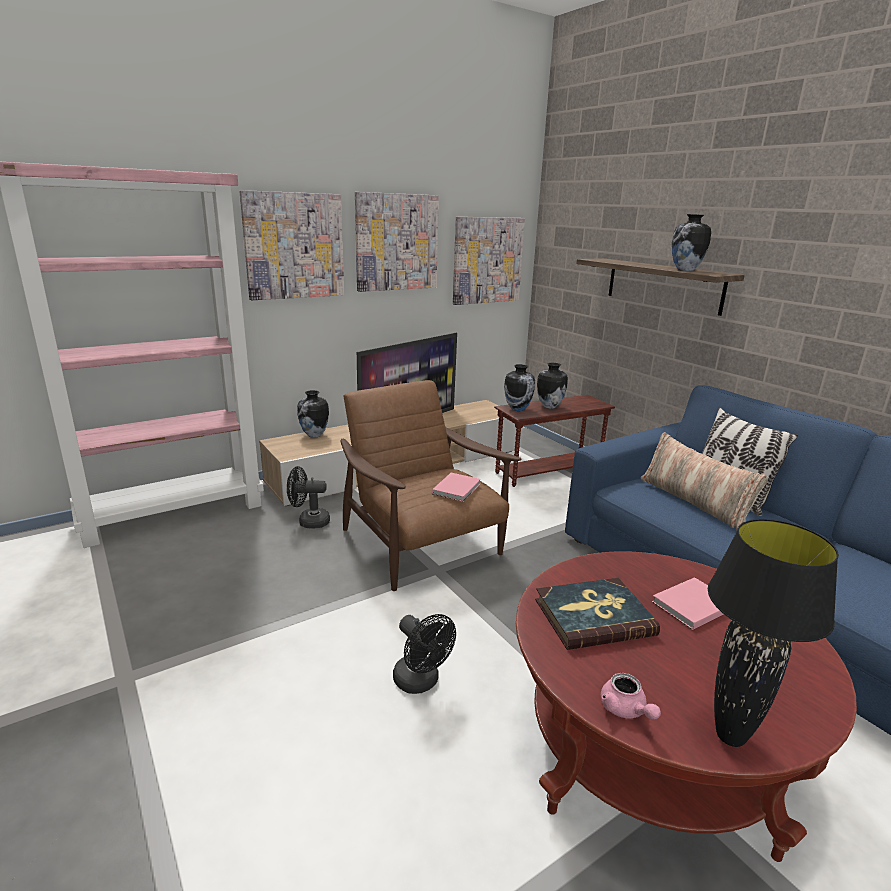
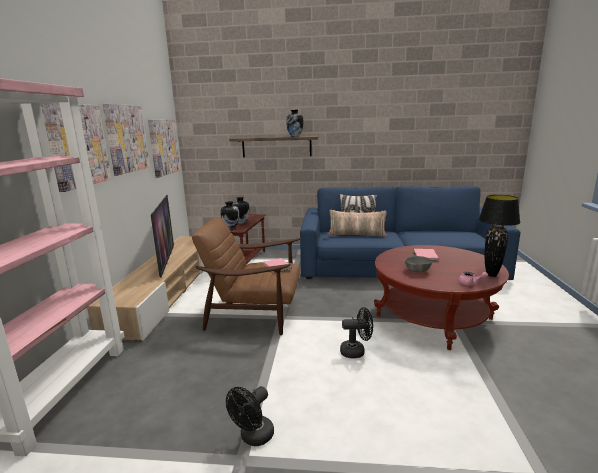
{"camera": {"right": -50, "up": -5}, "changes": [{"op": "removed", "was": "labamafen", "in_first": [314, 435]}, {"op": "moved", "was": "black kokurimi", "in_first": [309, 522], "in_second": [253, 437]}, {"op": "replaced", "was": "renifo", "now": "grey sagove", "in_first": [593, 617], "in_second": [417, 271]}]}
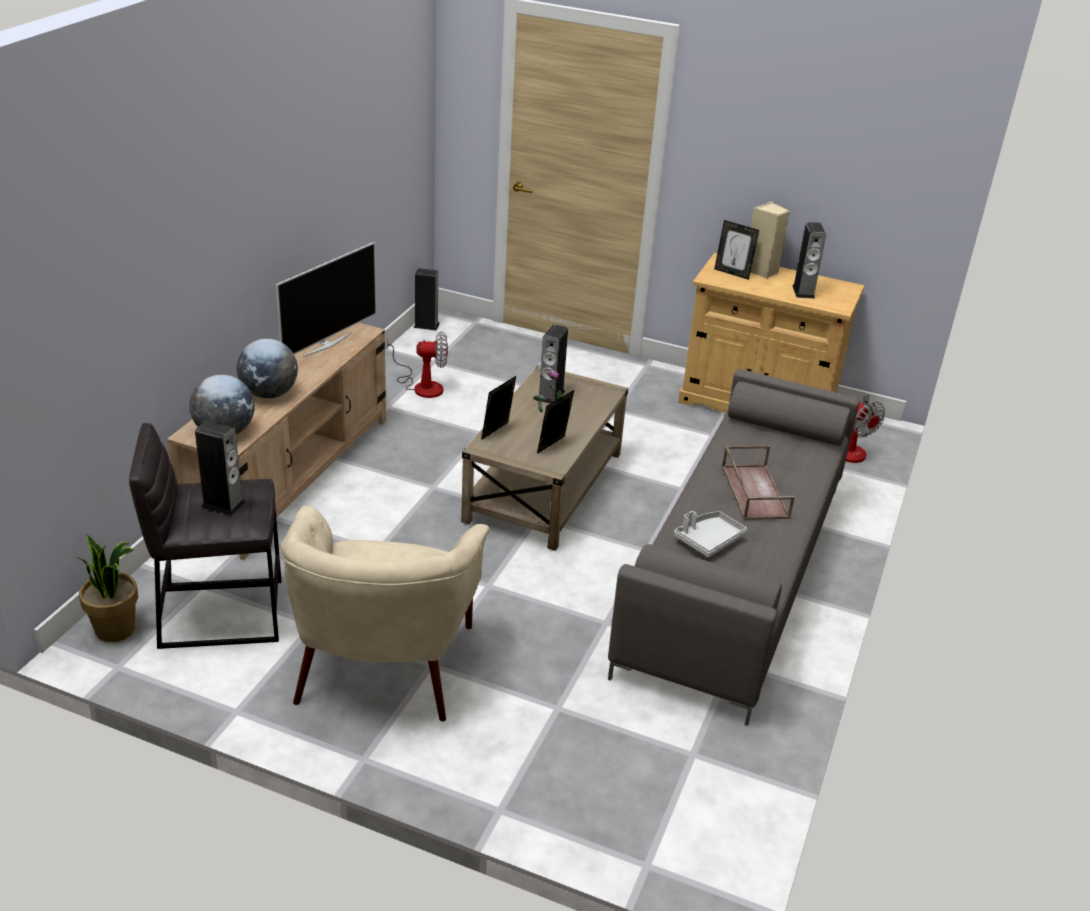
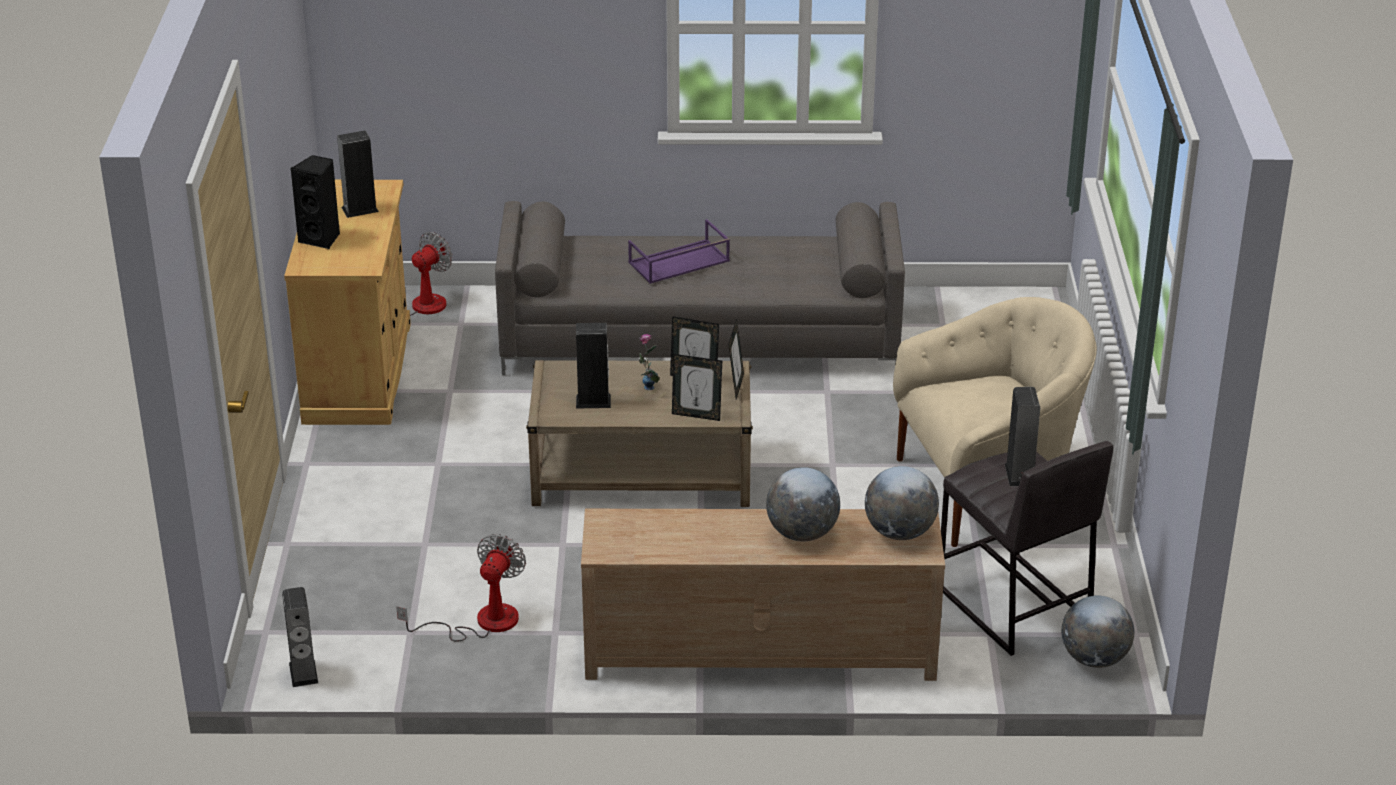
{"camera": {"right": -110, "up": 0}, "changes": [{"op": "removed", "was": "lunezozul", "in_first": [326, 344]}, {"op": "removed", "was": "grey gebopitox", "in_first": [708, 540]}, {"op": "moved", "was": "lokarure", "in_first": [732, 273], "in_second": [736, 386]}, {"op": "replaced", "was": "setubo", "now": "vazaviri", "in_first": [116, 629], "in_second": [1094, 659]}, {"op": "recoloured", "was": "brown gebopitox", "now": "purple gebopitox", "in_first": [753, 491], "in_second": [678, 262]}, {"op": "recoloured", "was": "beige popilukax", "now": "black popilukax", "in_first": [762, 271], "in_second": [321, 239]}, {"op": "turned", "was": "kokurimi", "in_first": [422, 385], "in_second": [482, 622], "clockwise": 45}]}
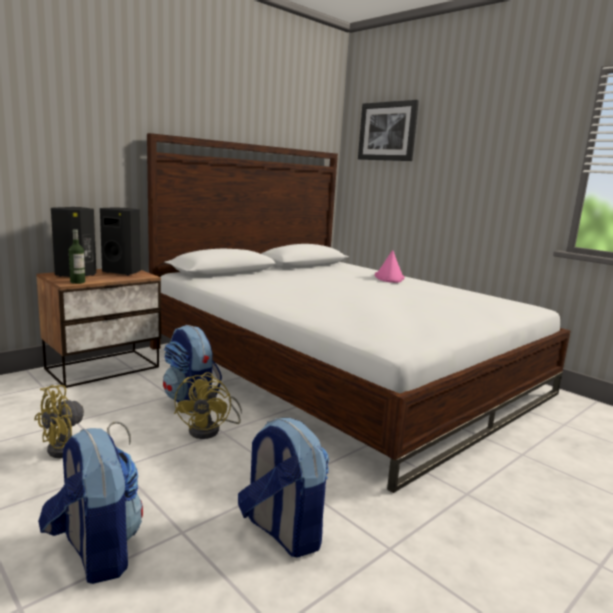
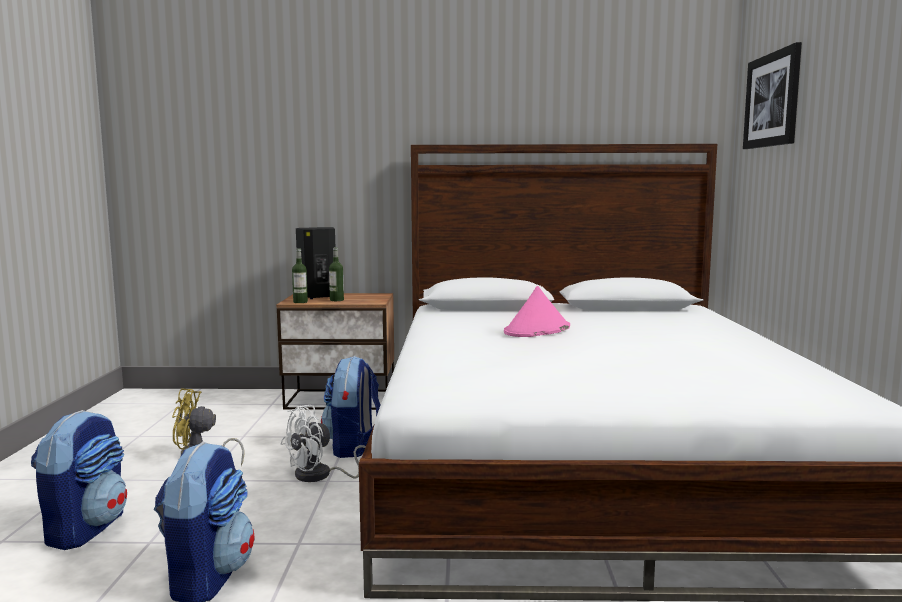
{"camera": {"right": 45, "up": -5}, "changes": [{"op": "removed", "was": "black popilukax", "in_first": [123, 272]}, {"op": "added", "now": "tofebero", "in_second": [336, 300]}, {"op": "moved", "was": "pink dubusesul", "in_first": [389, 277], "in_second": [537, 330]}, {"op": "recoloured", "was": "yellow kokurimi", "now": "white kokurimi", "in_first": [210, 430], "in_second": [321, 476]}]}
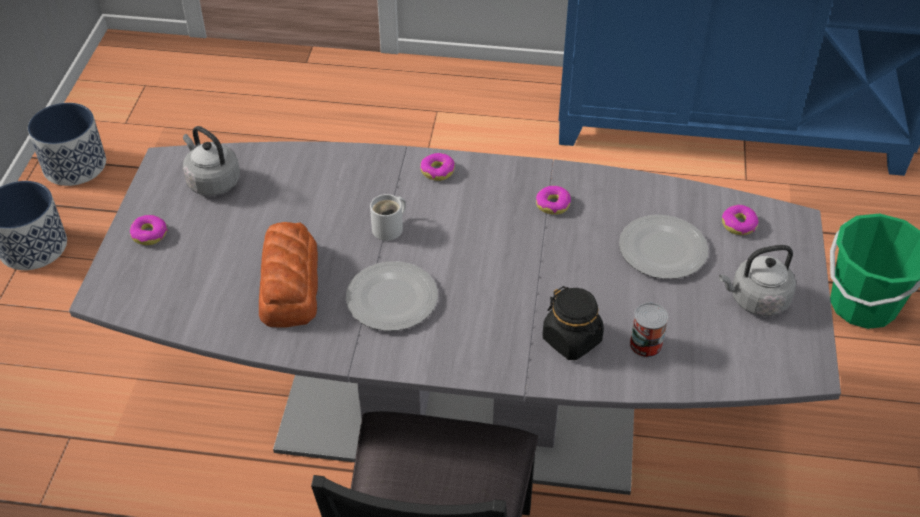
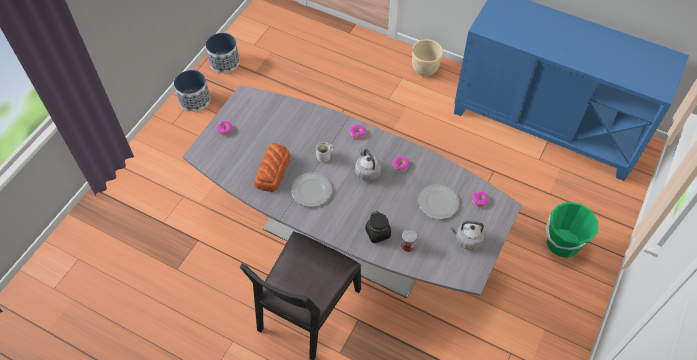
{"camera": {"right": 20, "up": 10}, "changes": [{"op": "added", "now": "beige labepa", "in_second": [425, 69]}, {"op": "moved", "was": "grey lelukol", "in_first": [212, 181], "in_second": [367, 171]}]}
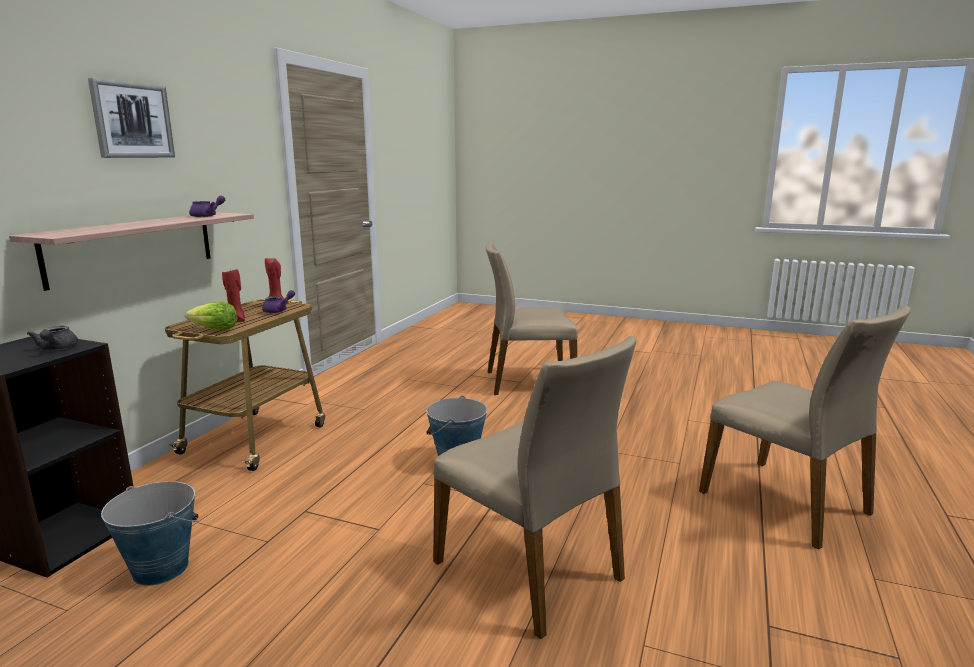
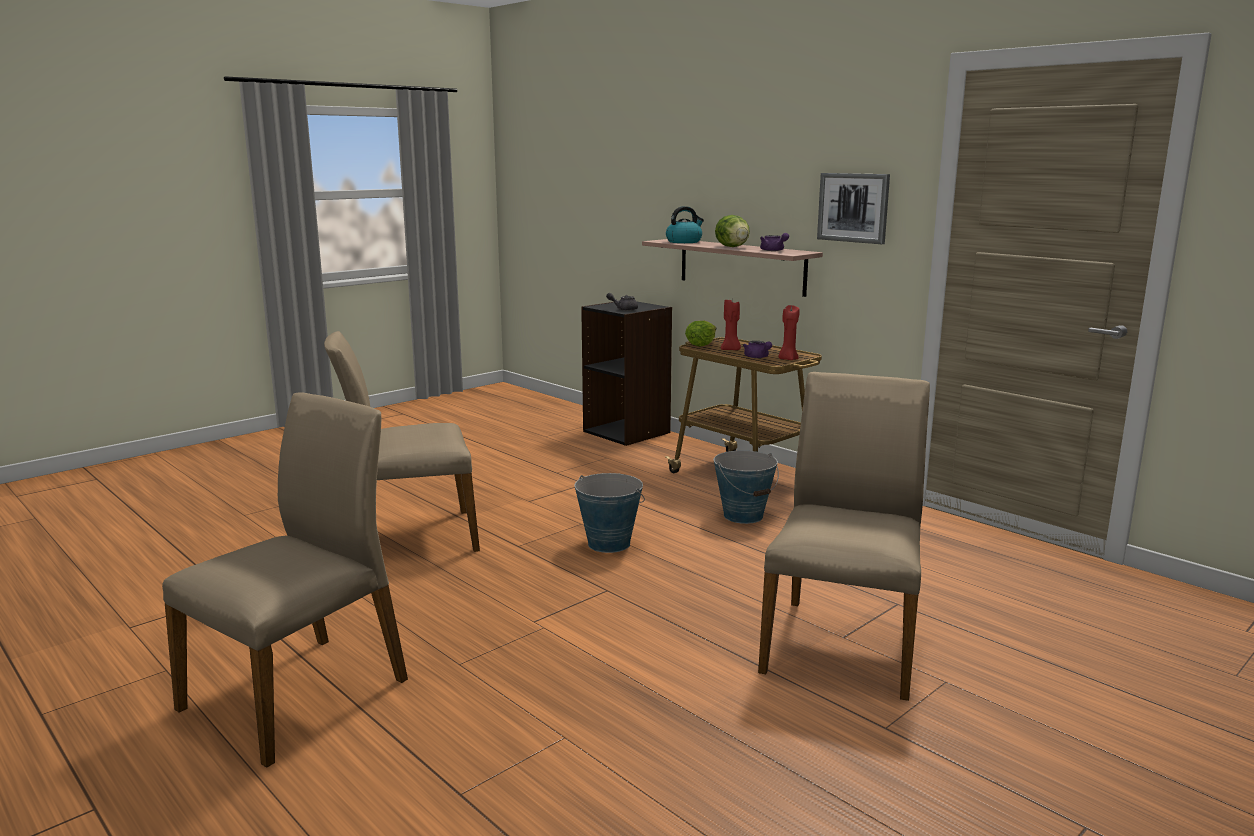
{"camera": {"right": 115, "up": 0}, "changes": [{"op": "added", "now": "lelukol", "in_second": [684, 241]}, {"op": "added", "now": "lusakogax", "in_second": [732, 247]}, {"op": "moved", "was": "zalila", "in_first": [132, 120], "in_second": [853, 207]}, {"op": "moved", "was": "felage", "in_first": [160, 568], "in_second": [743, 516]}, {"op": "turned", "was": "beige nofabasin", "in_first": [786, 502], "in_second": [299, 693], "clockwise": 135}]}
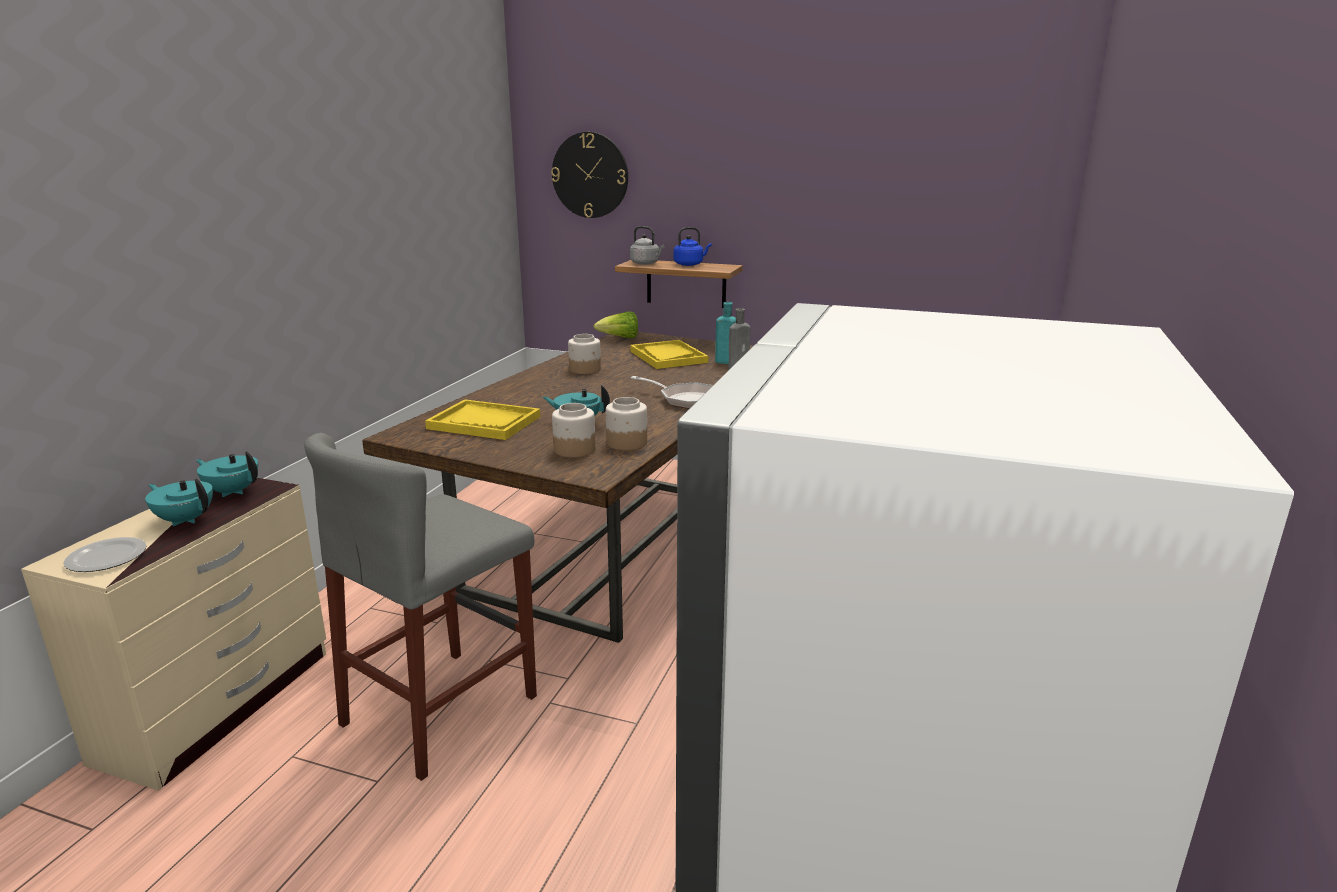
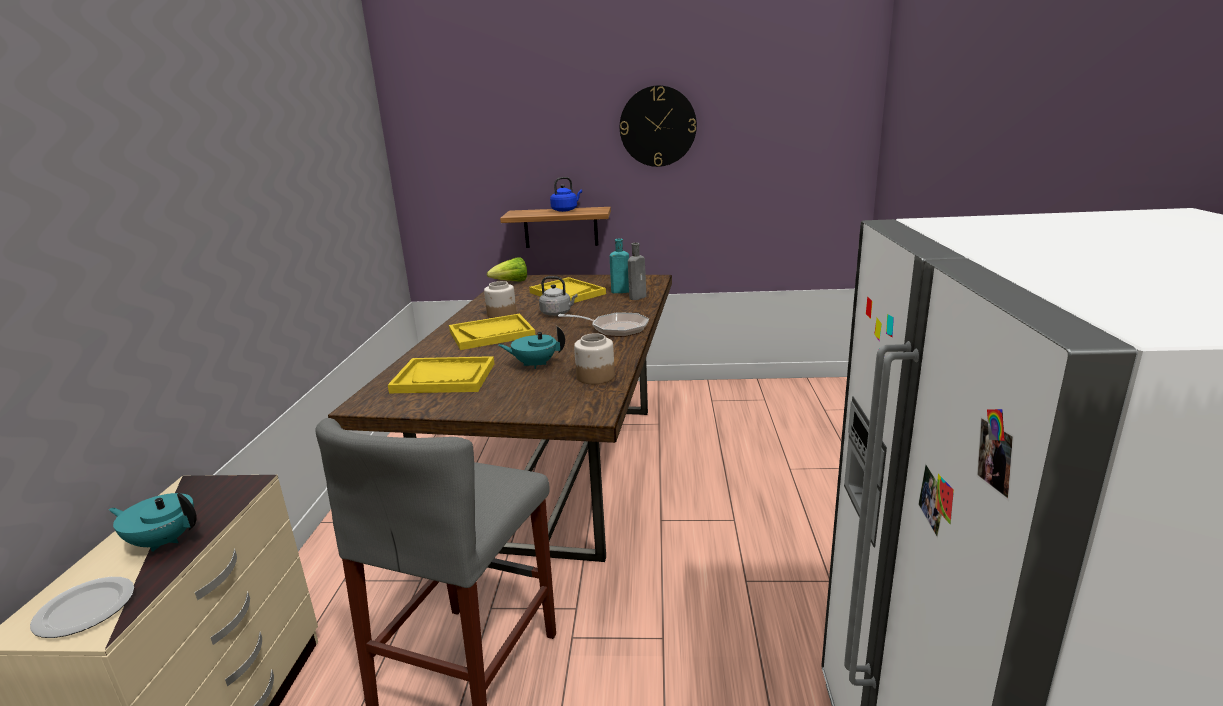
{"camera": {"right": -15, "up": 0}, "changes": [{"op": "removed", "was": "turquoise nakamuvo", "in_first": [233, 491]}, {"op": "removed", "was": "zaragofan", "in_first": [574, 450]}, {"op": "added", "now": "yellow gebopitox", "in_second": [492, 334]}, {"op": "moved", "was": "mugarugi", "in_first": [590, 175], "in_second": [657, 126]}, {"op": "moved", "was": "grey lelukol", "in_first": [646, 263], "in_second": [557, 313]}]}
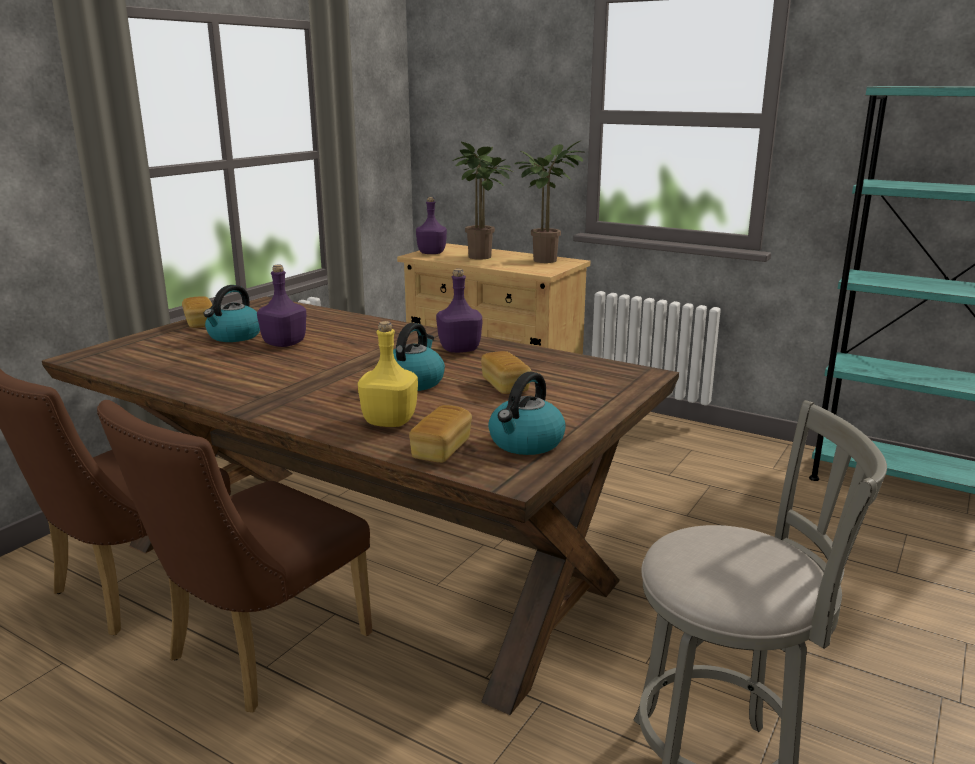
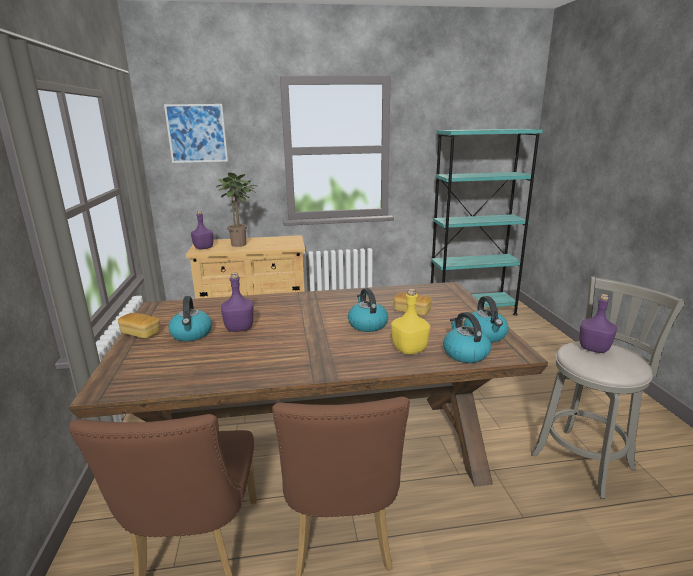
{"camera": {"right": -40, "up": 0}, "changes": [{"op": "removed", "was": "setubo", "in_first": [546, 259]}, {"op": "added", "now": "zalila", "in_second": [197, 133]}, {"op": "moved", "was": "purple tofebero", "in_first": [459, 349], "in_second": [593, 348]}, {"op": "replaced", "was": "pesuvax", "now": "lelukol", "in_first": [441, 450], "in_second": [465, 353]}]}
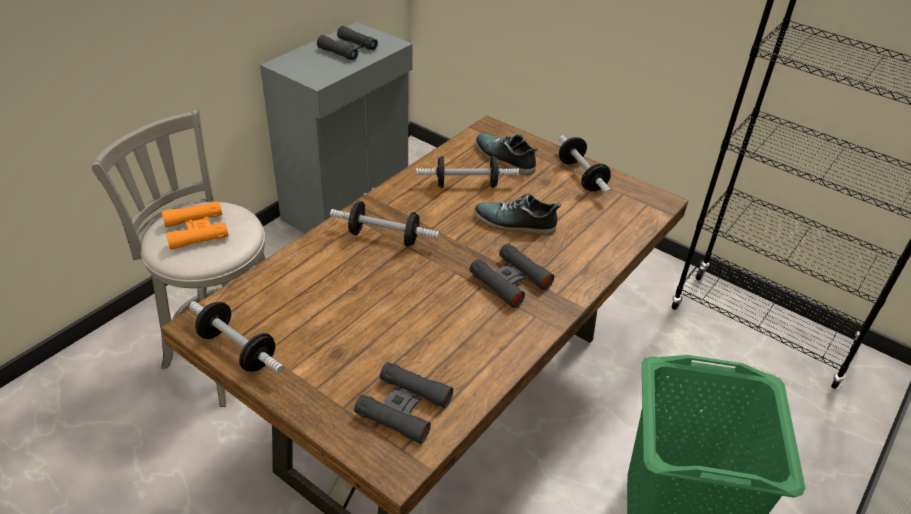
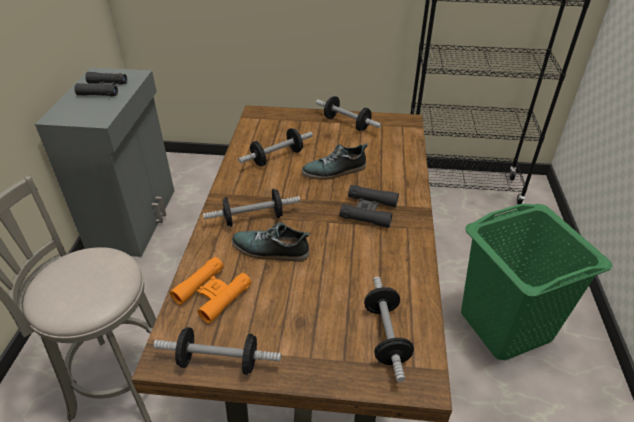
{"camera": {"right": -30, "up": 0}, "changes": [{"op": "moved", "was": "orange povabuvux", "in_first": [196, 230], "in_second": [212, 294]}, {"op": "moved", "was": "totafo", "in_first": [504, 158], "in_second": [270, 250]}, {"op": "replaced", "was": "black povabuvux", "now": "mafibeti", "in_first": [404, 407], "in_second": [386, 336]}]}
